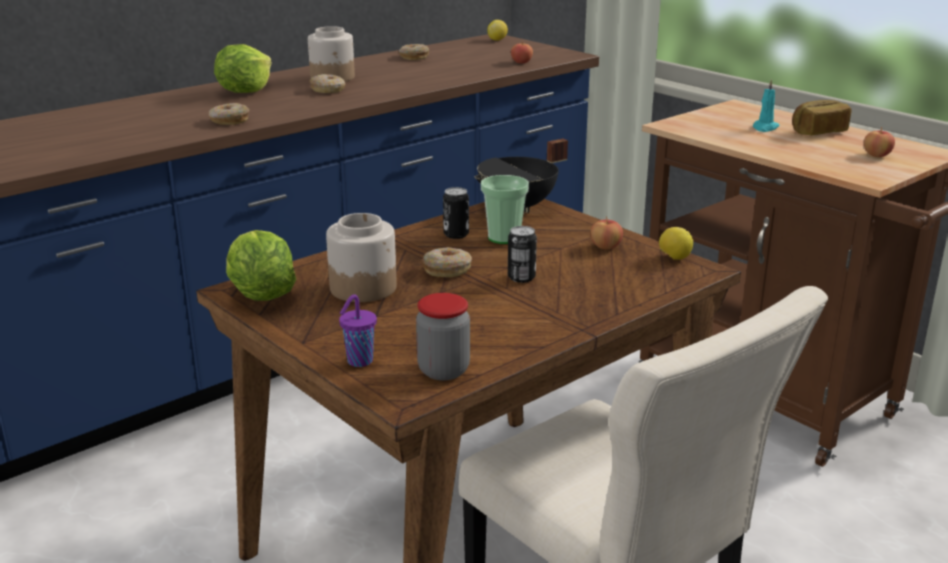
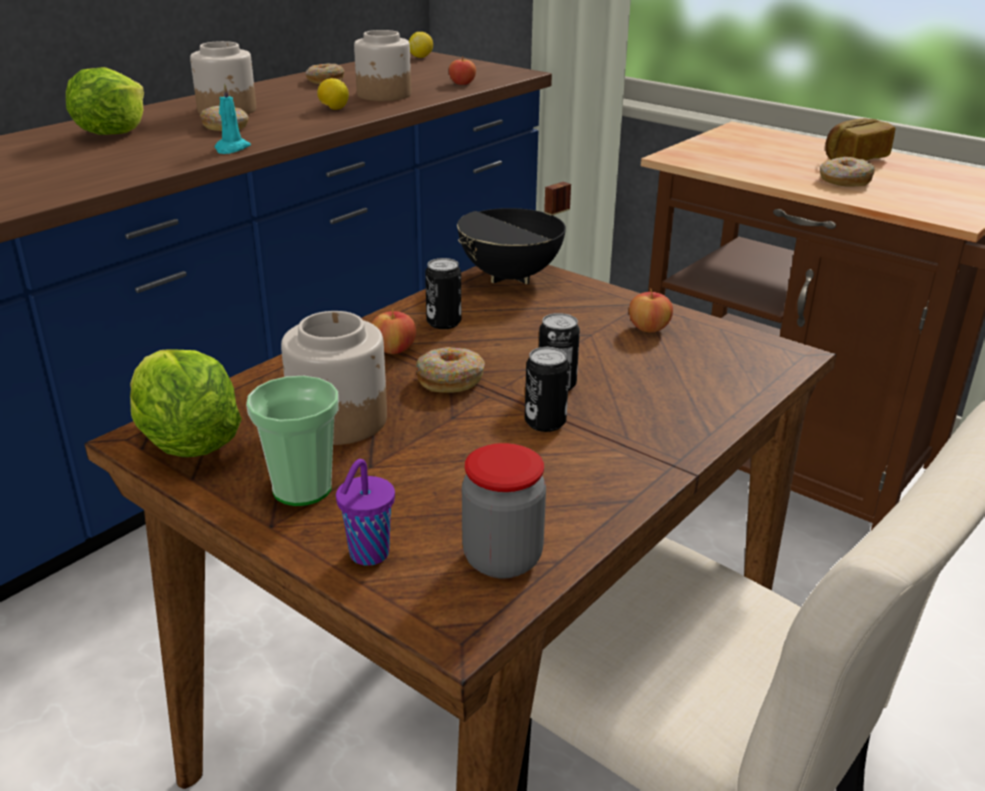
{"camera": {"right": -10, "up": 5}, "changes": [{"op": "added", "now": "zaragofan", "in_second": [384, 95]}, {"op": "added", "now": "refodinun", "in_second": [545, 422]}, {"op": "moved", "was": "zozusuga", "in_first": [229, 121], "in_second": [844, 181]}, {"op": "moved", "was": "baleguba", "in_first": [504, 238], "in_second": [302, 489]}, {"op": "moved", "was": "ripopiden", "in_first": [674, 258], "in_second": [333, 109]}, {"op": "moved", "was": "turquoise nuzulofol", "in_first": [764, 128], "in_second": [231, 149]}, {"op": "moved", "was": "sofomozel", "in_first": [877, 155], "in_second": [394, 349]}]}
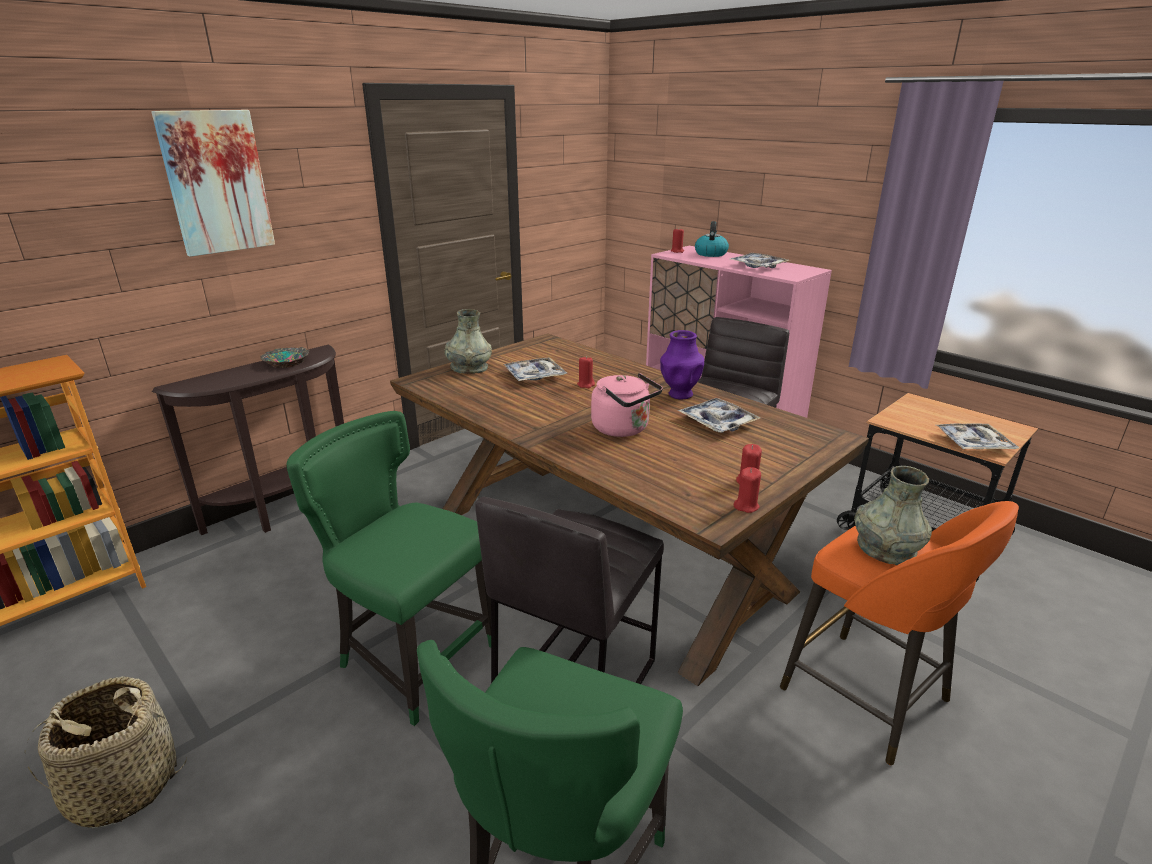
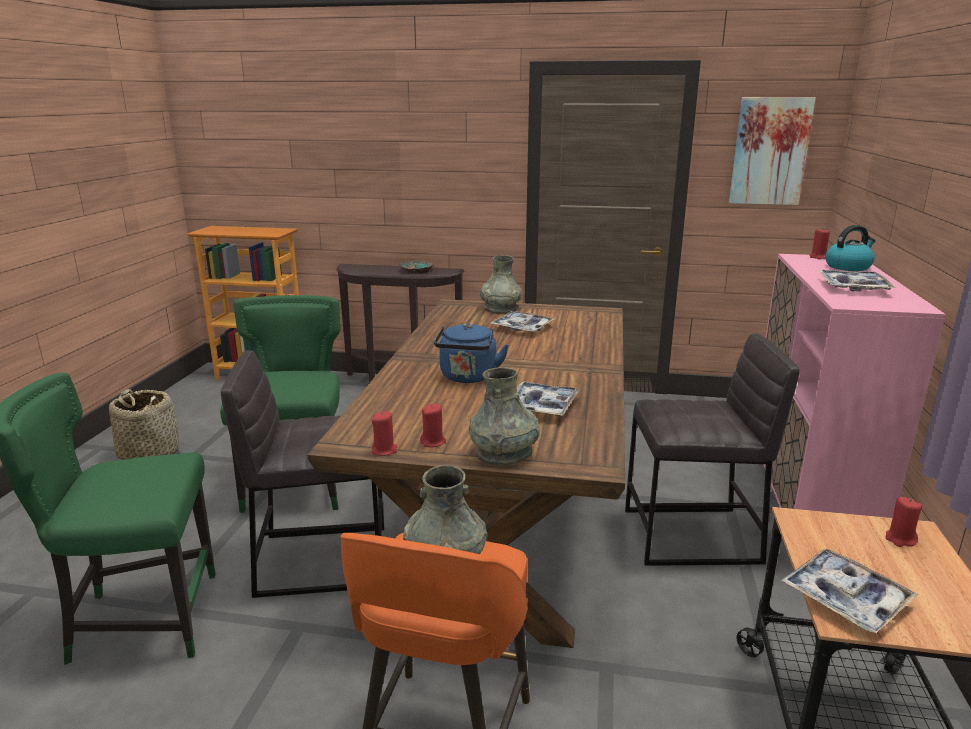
{"camera": {"right": 55, "up": -5}, "changes": [{"op": "removed", "was": "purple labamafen", "in_first": [679, 394]}, {"op": "added", "now": "grey labamafen", "in_second": [504, 453]}, {"op": "moved", "was": "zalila", "in_first": [216, 182], "in_second": [770, 151]}, {"op": "moved", "was": "red nuzulofol", "in_first": [586, 385], "in_second": [900, 539]}, {"op": "recoloured", "was": "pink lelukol", "now": "blue lelukol", "in_first": [623, 429], "in_second": [468, 377]}]}
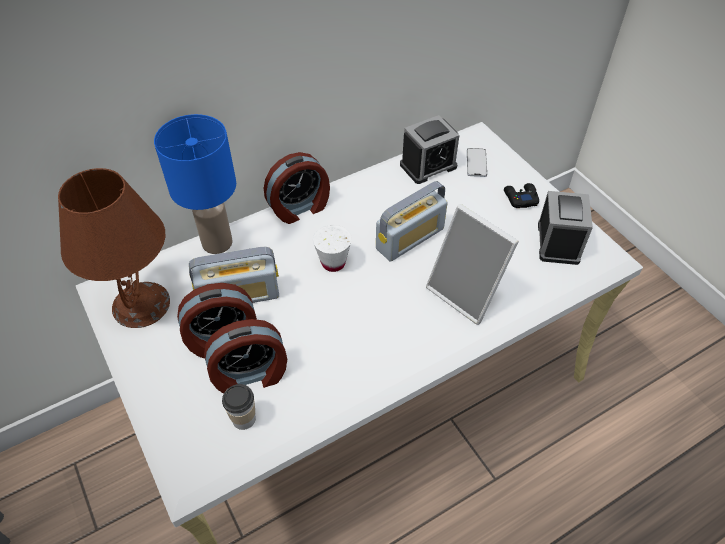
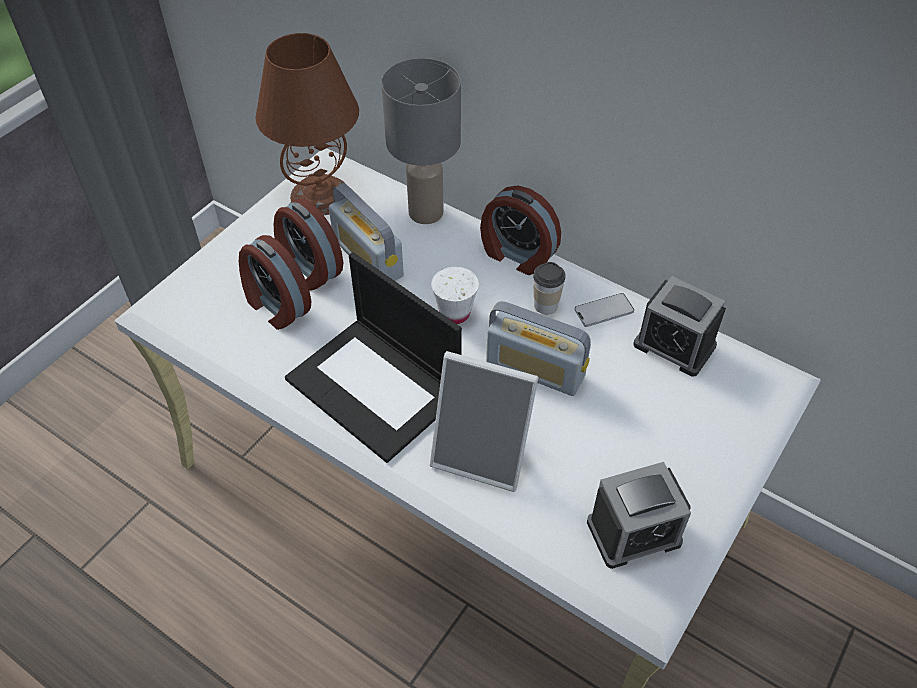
{"camera": {"right": 65, "up": 0}, "changes": [{"op": "removed", "was": "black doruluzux", "in_first": [520, 198]}, {"op": "added", "now": "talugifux", "in_second": [376, 388]}, {"op": "moved", "was": "baleguba", "in_first": [244, 419], "in_second": [546, 305]}, {"op": "moved", "was": "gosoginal", "in_first": [476, 163], "in_second": [604, 311]}, {"op": "recoloured", "was": "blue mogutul", "now": "grey mogutul", "in_first": [216, 243], "in_second": [424, 212]}, {"op": "turned", "was": "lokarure", "in_first": [467, 293], "in_second": [483, 453], "clockwise": -90}]}
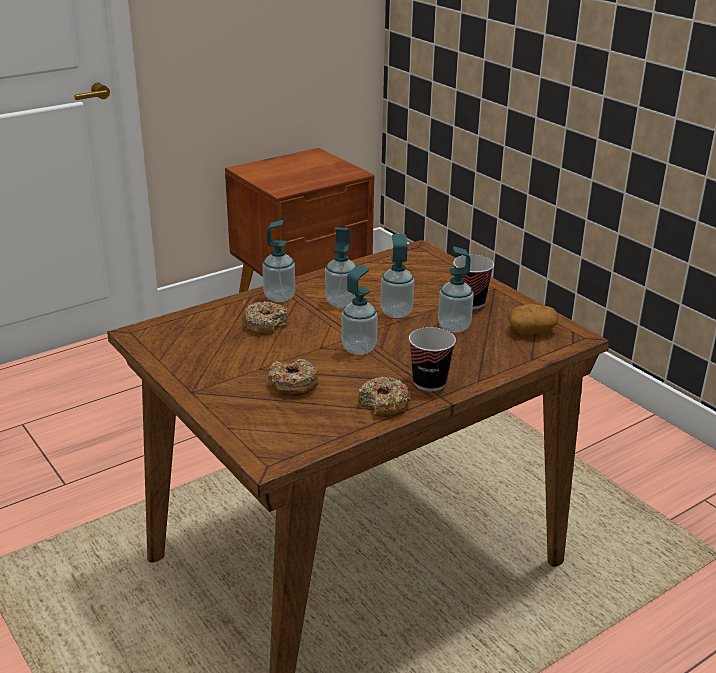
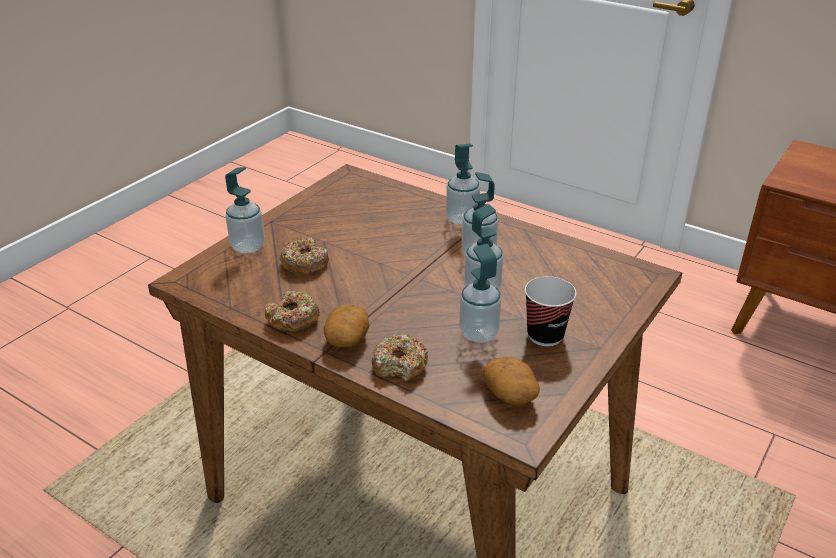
{"camera": {"right": 70, "up": 5}, "changes": [{"op": "moved", "was": "zozusuga", "in_first": [265, 325], "in_second": [400, 365]}, {"op": "moved", "was": "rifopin", "in_first": [359, 348], "in_second": [248, 247]}, {"op": "replaced", "was": "baleguba", "now": "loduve", "in_first": [429, 383], "in_second": [347, 339]}]}
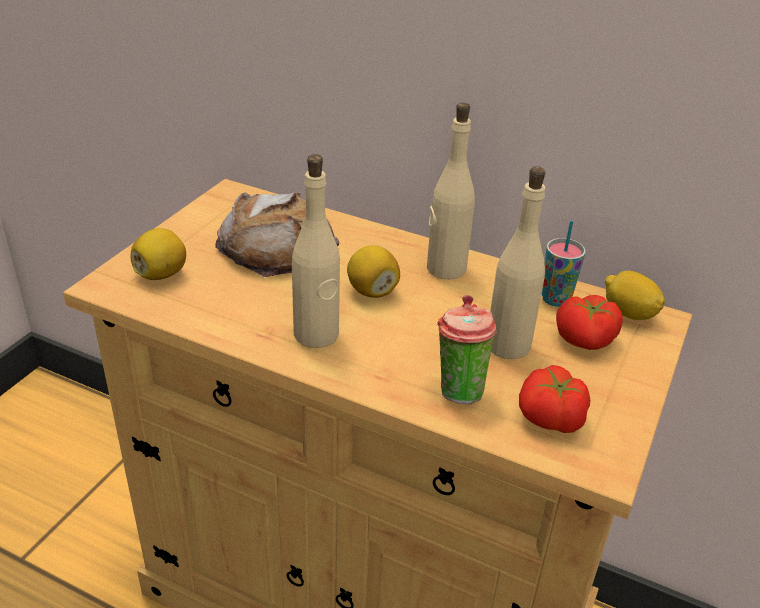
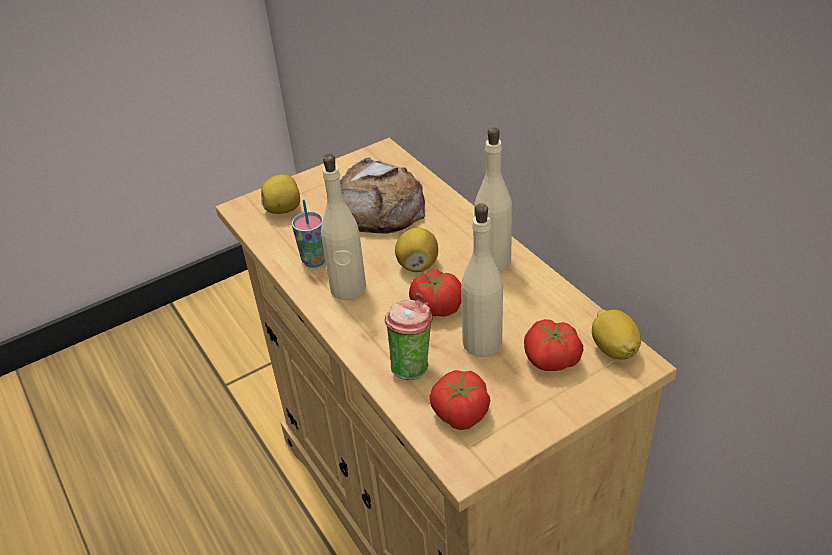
{"camera": {"right": 35, "up": 5}, "changes": [{"op": "added", "now": "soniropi", "in_second": [437, 305]}, {"op": "moved", "was": "baleguba", "in_first": [555, 299], "in_second": [314, 261]}]}
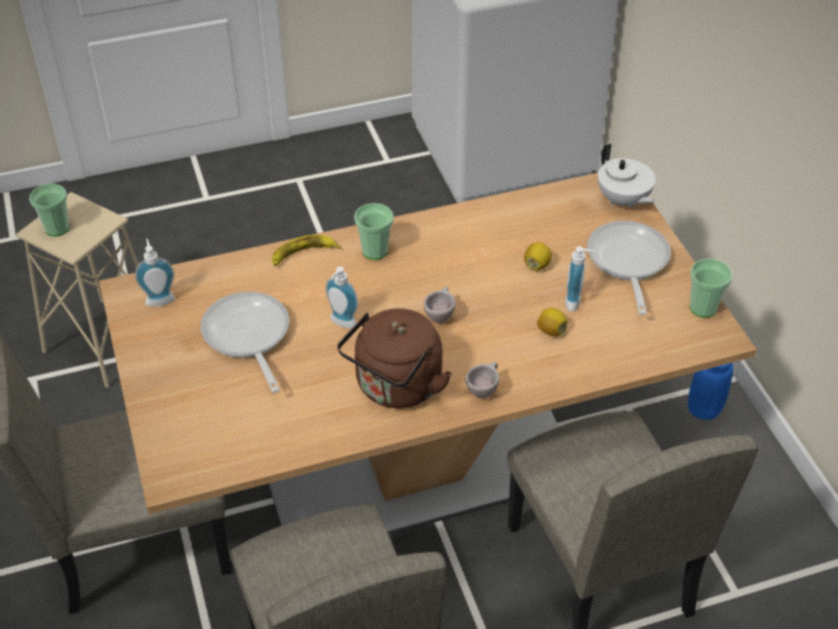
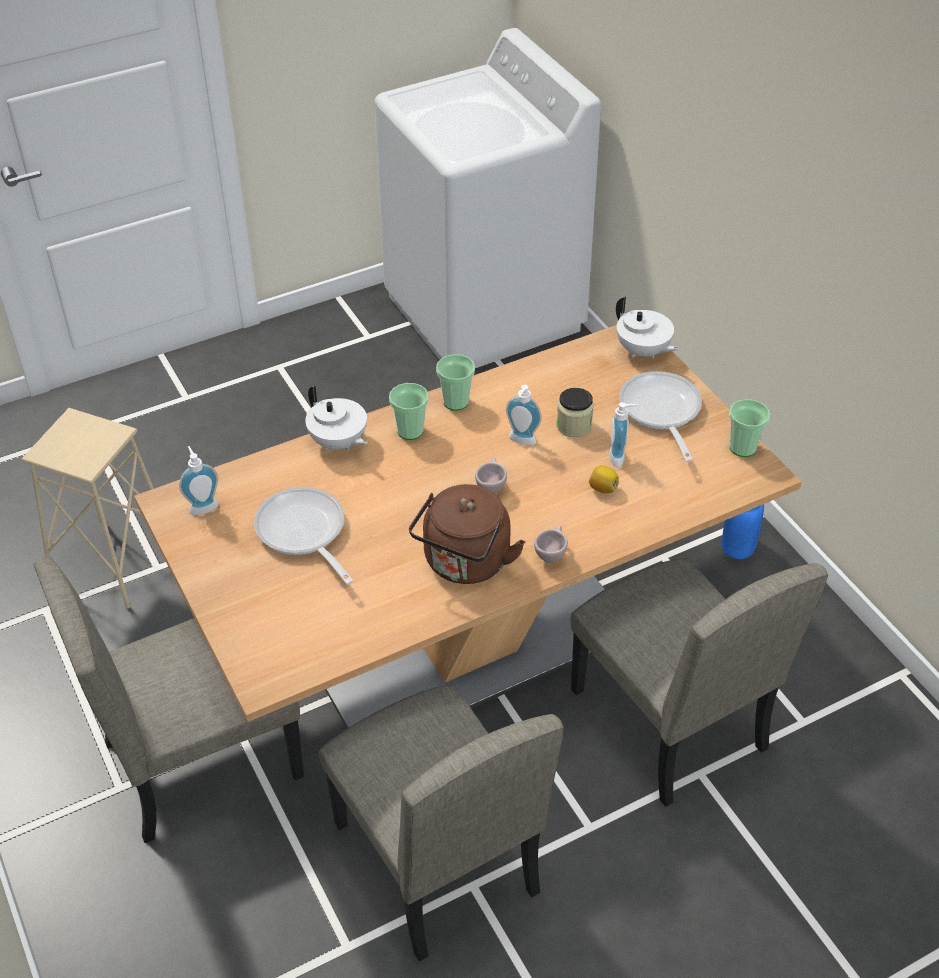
{"camera": {"right": -10, "up": 0}, "changes": [{"op": "moved", "was": "baleguba", "in_first": [57, 228], "in_second": [455, 402]}, {"op": "moved", "was": "rifopin", "in_first": [341, 324], "in_second": [521, 441]}, {"op": "replaced", "was": "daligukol", "now": "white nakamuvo", "in_first": [303, 254], "in_second": [338, 443]}, {"op": "replaced", "was": "ripopiden", "now": "zaragofan", "in_first": [537, 265], "in_second": [574, 425]}]}
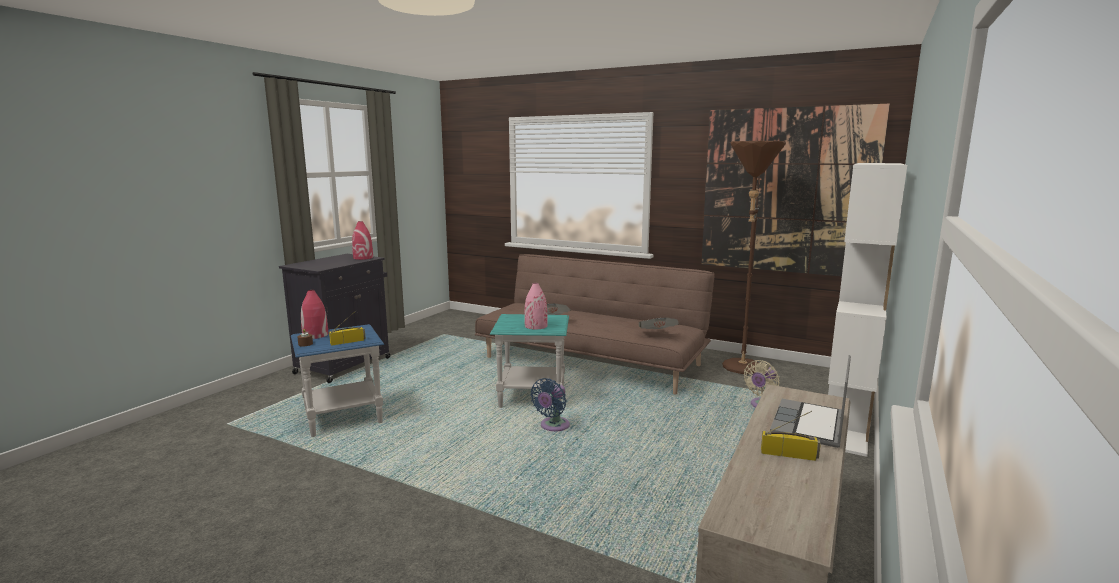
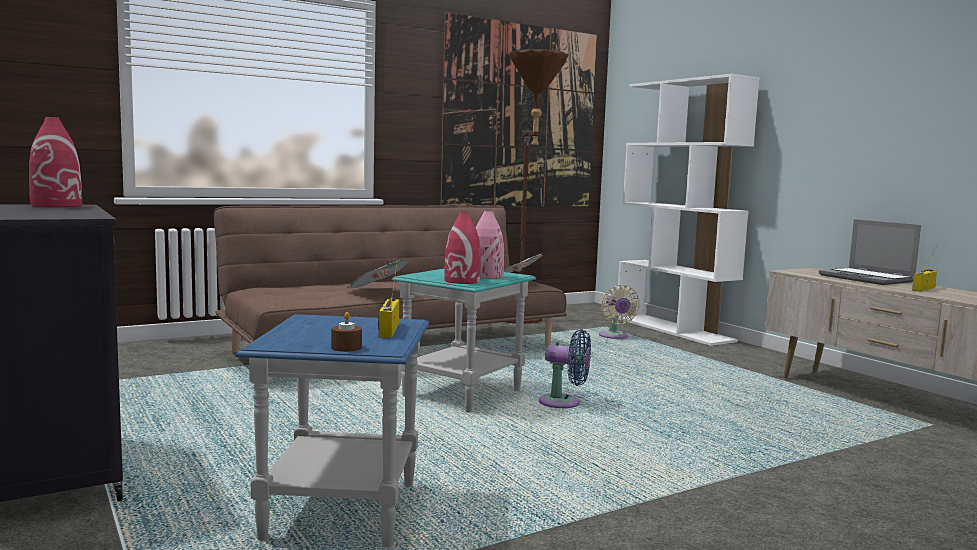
{"camera": {"right": -60, "up": -5}, "changes": [{"op": "moved", "was": "red labamafen", "in_first": [315, 335], "in_second": [462, 281]}, {"op": "turned", "was": "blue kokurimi", "in_first": [553, 426], "in_second": [564, 403], "clockwise": -45}]}
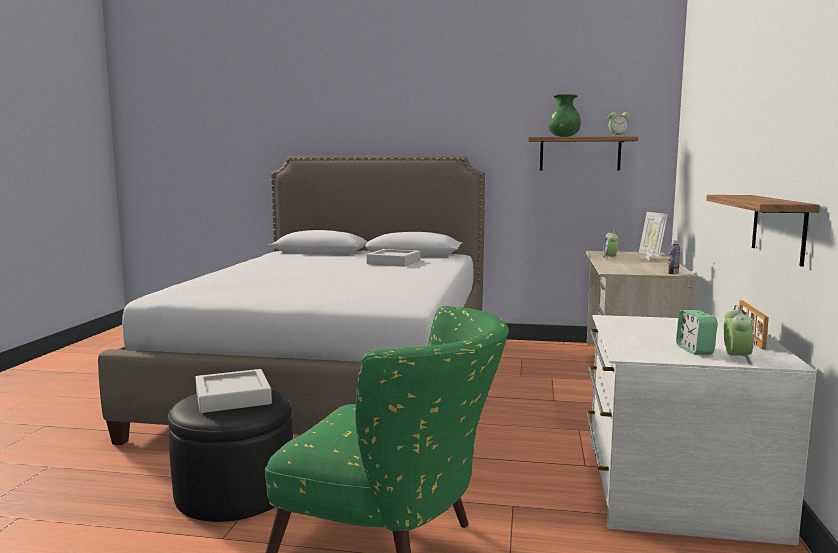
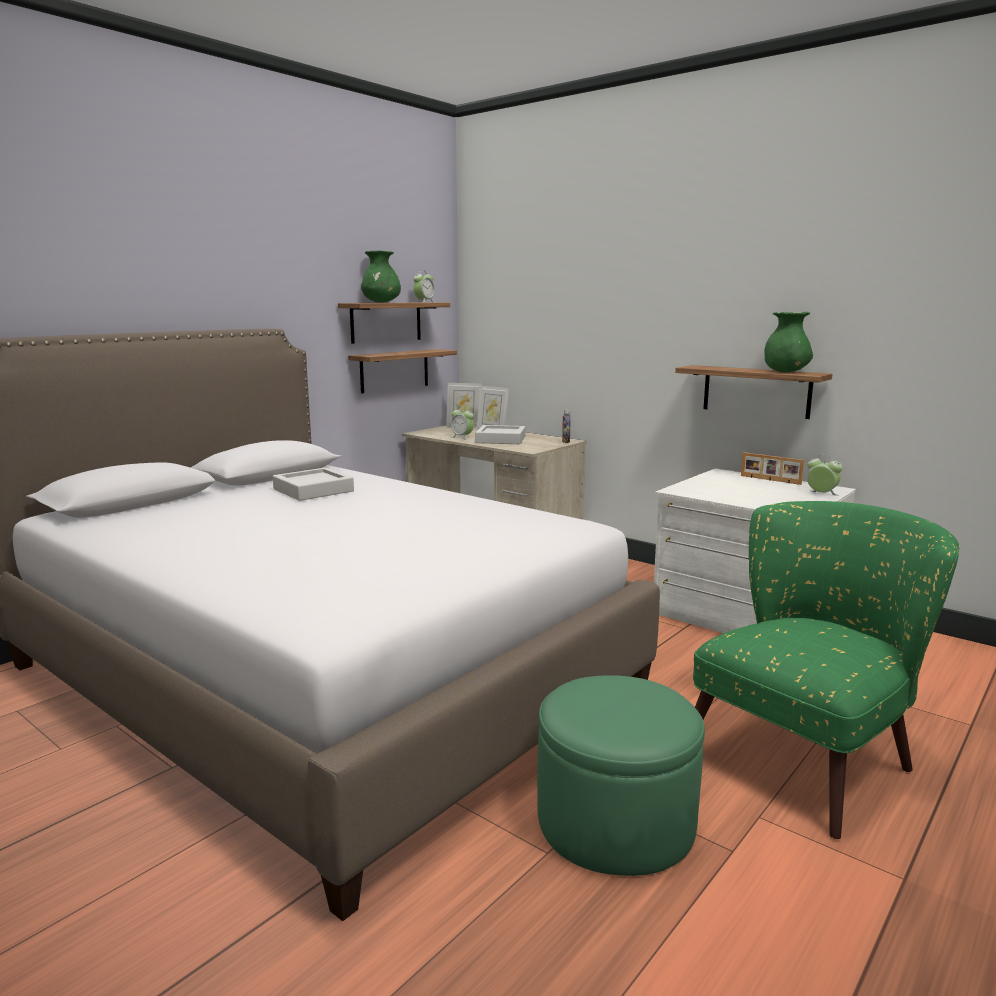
{"camera": {"right": -60, "up": 5}, "changes": [{"op": "removed", "was": "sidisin", "in_first": [694, 350]}, {"op": "added", "now": "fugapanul", "in_second": [394, 370]}, {"op": "added", "now": "green labamafen", "in_second": [785, 372]}, {"op": "moved", "was": "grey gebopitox", "in_first": [233, 397], "in_second": [500, 439]}, {"op": "recoloured", "was": "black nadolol", "now": "green nadolol", "in_first": [235, 491], "in_second": [615, 821]}]}
